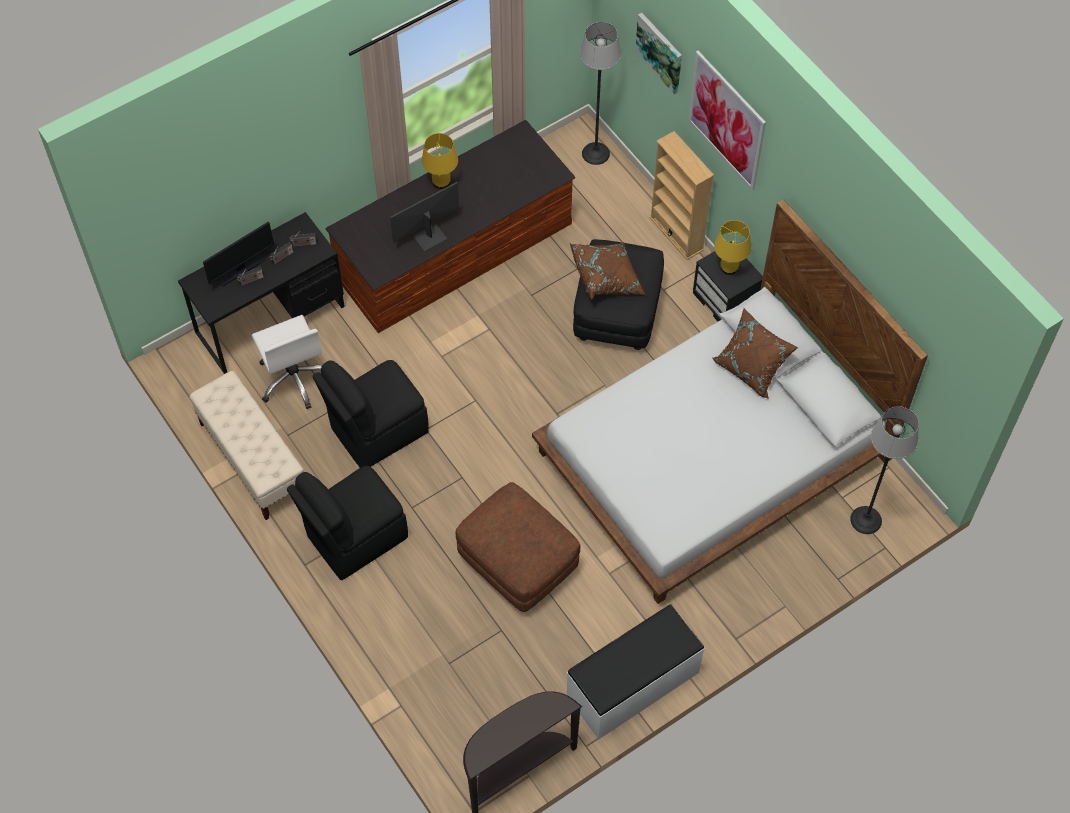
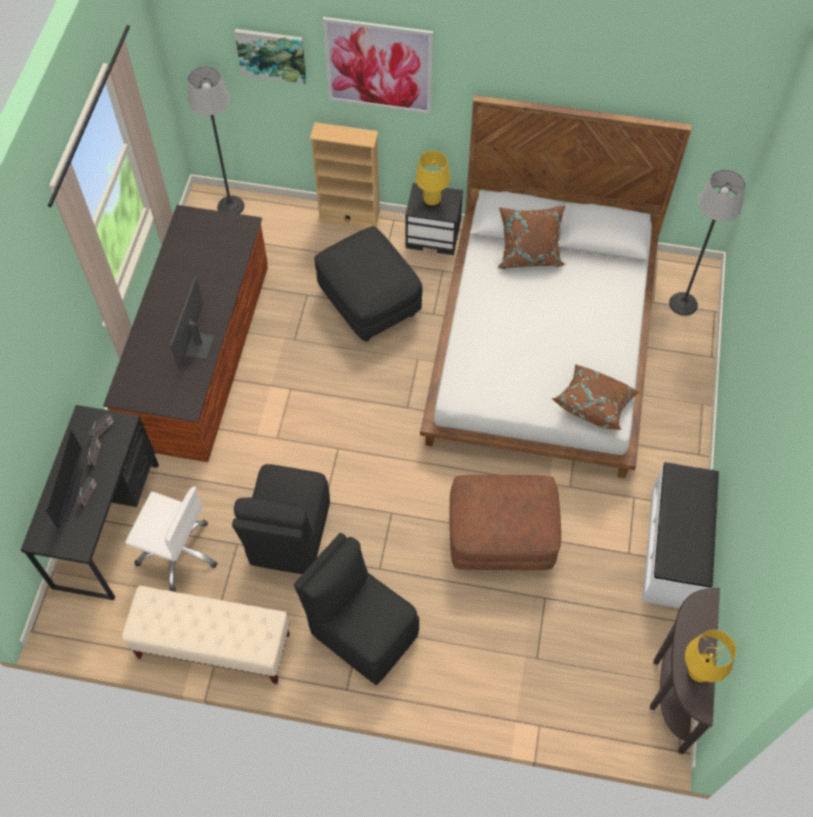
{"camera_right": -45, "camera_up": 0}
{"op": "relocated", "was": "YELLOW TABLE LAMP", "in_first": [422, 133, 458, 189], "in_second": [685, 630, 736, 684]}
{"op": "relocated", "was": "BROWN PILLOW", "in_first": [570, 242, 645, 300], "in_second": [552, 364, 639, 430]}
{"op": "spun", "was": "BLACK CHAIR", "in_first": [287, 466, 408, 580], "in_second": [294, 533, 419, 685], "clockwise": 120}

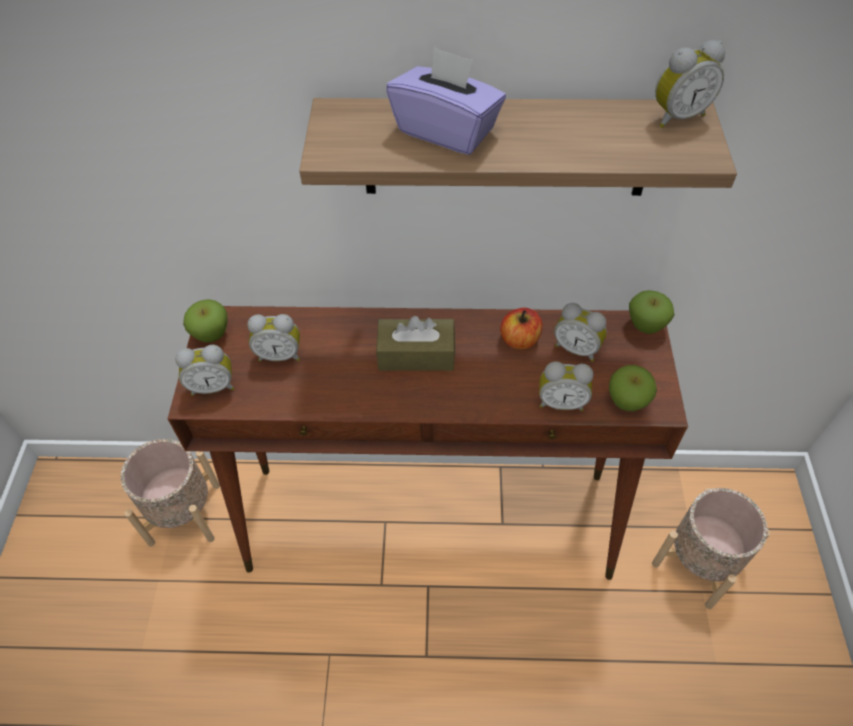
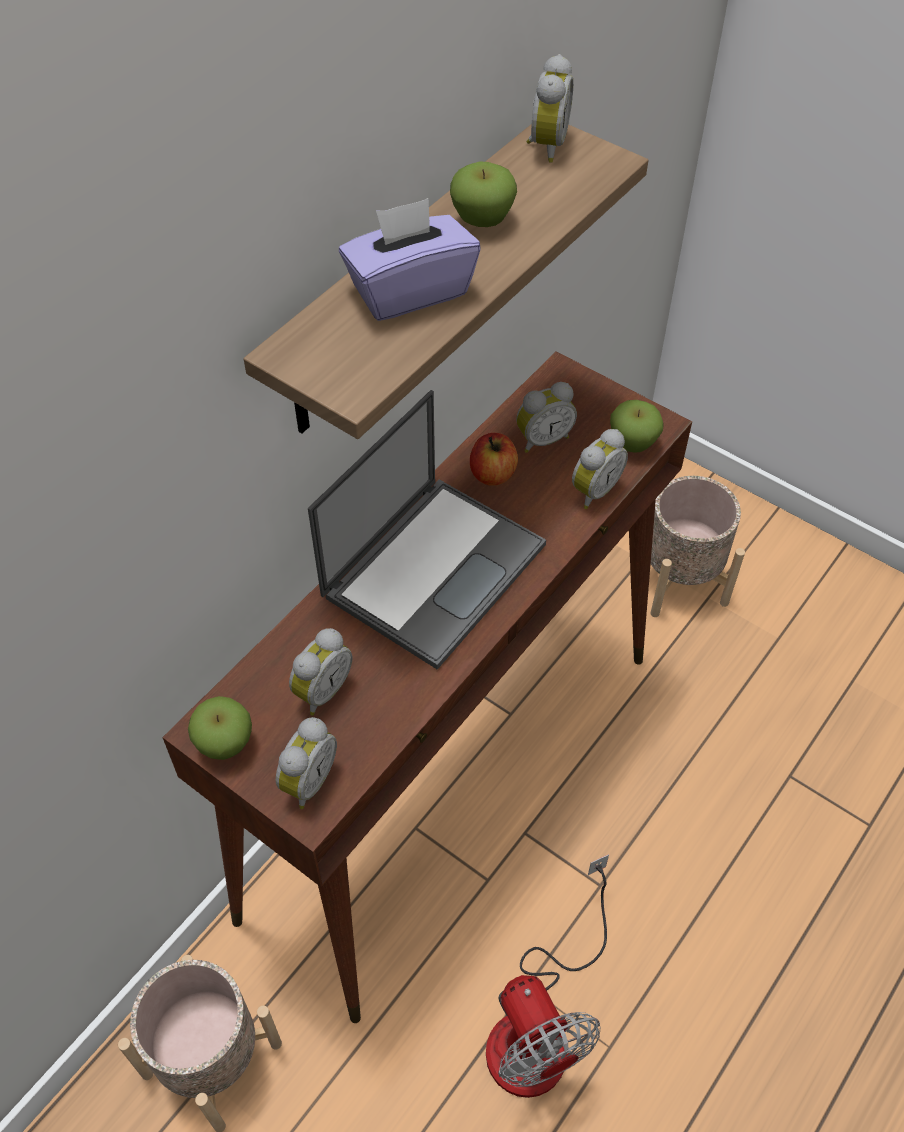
{"camera_right": -55, "camera_up": 0}
{"op": "appeared", "now": "FAN", "in_second": [486, 854, 609, 1098]}
{"op": "relocated", "was": "APPLE", "in_first": [629, 290, 675, 334], "in_second": [450, 161, 517, 227]}
{"op": "exchanged", "was": "BROWN TISSUE BOX", "now": "LAPTOP", "in_first": [376, 316, 455, 371], "in_second": [308, 390, 546, 670]}

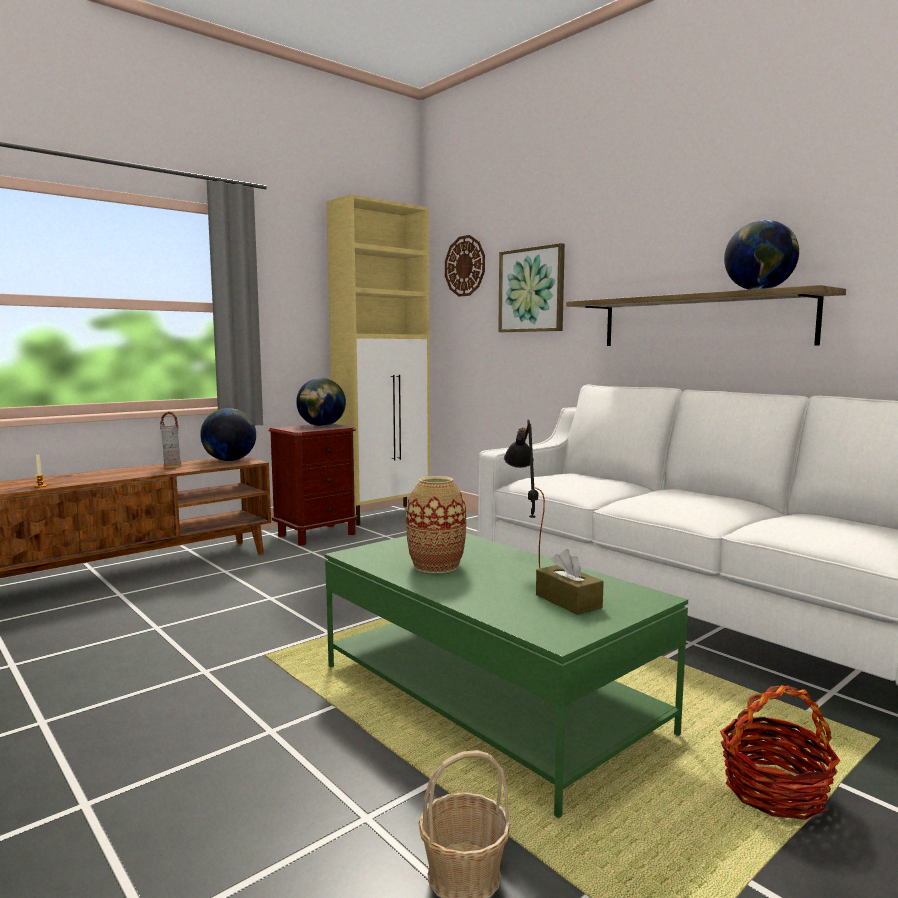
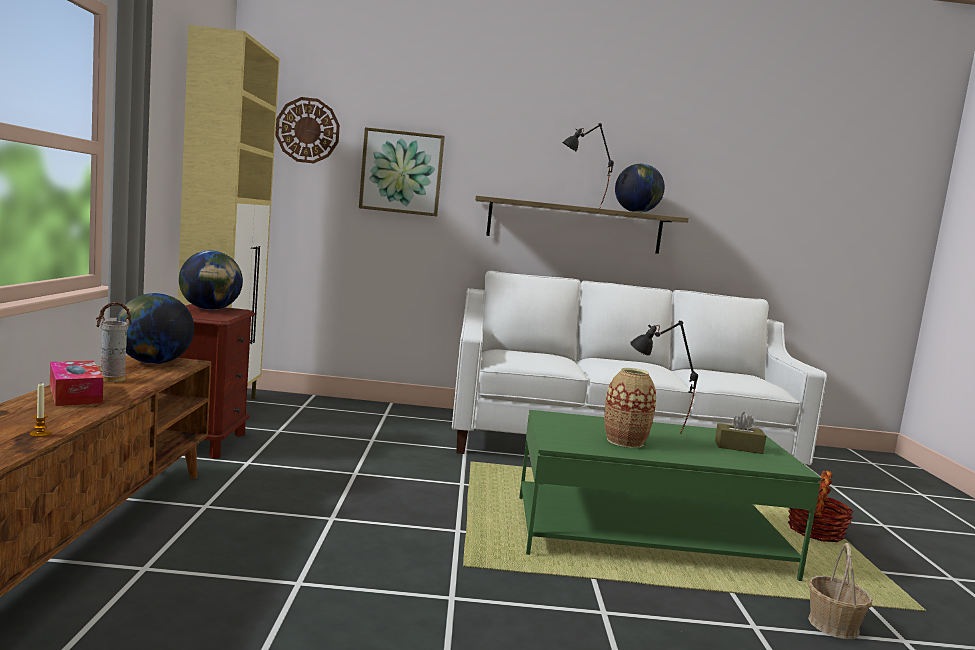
{"camera_right": -50, "camera_up": 0}
{"op": "appeared", "now": "TISSUE BOX", "in_second": [50, 361, 103, 406]}
{"op": "appeared", "now": "BLACK TABLE LAMP", "in_second": [563, 123, 614, 208]}

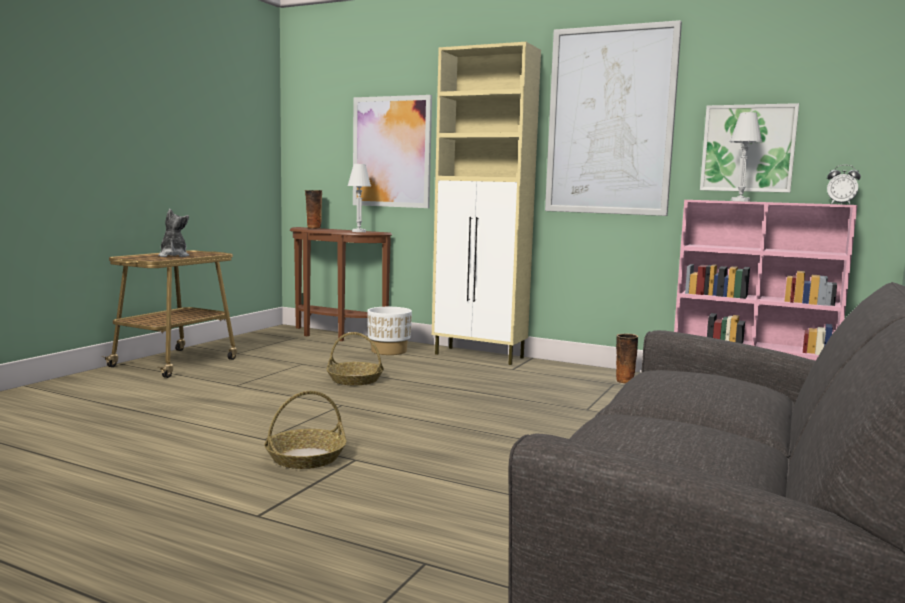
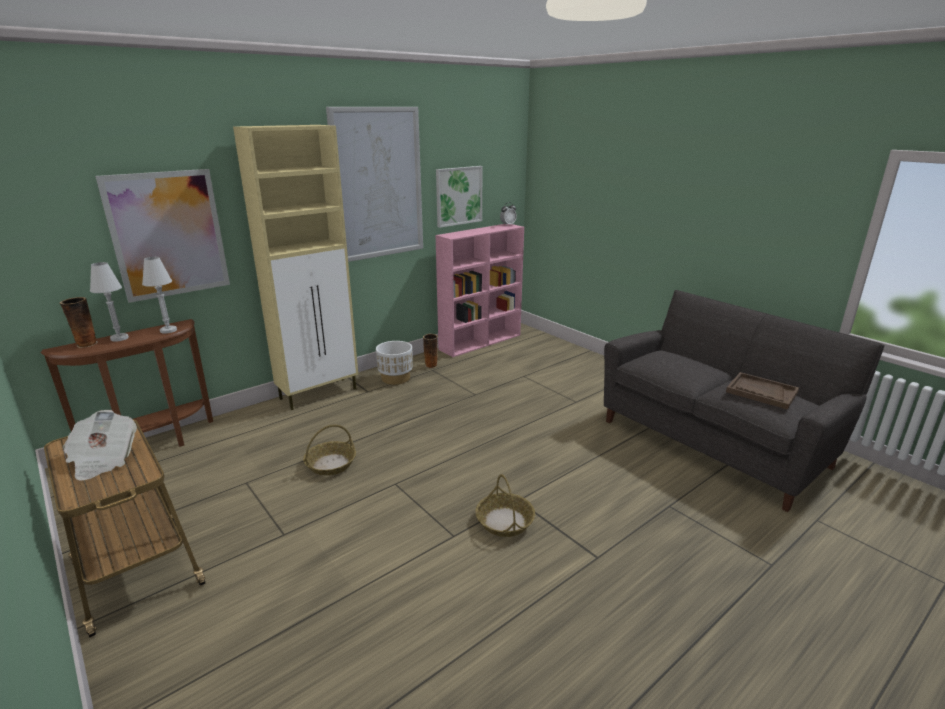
{"camera_right": -65, "camera_up": 15}
{"op": "appeared", "now": "BROWN TRAY", "in_second": [726, 372, 799, 410]}
{"op": "relocated", "was": "WHITE PLANTER", "in_first": [367, 307, 412, 355], "in_second": [376, 341, 413, 385]}
{"op": "relocated", "was": "WHITE TABLE LAMP", "in_first": [730, 112, 762, 201], "in_second": [90, 262, 129, 342]}
{"op": "exchanged", "was": "PLUSH TOY", "now": "NEWSPAPER", "in_first": [158, 209, 189, 257], "in_second": [63, 410, 137, 481]}

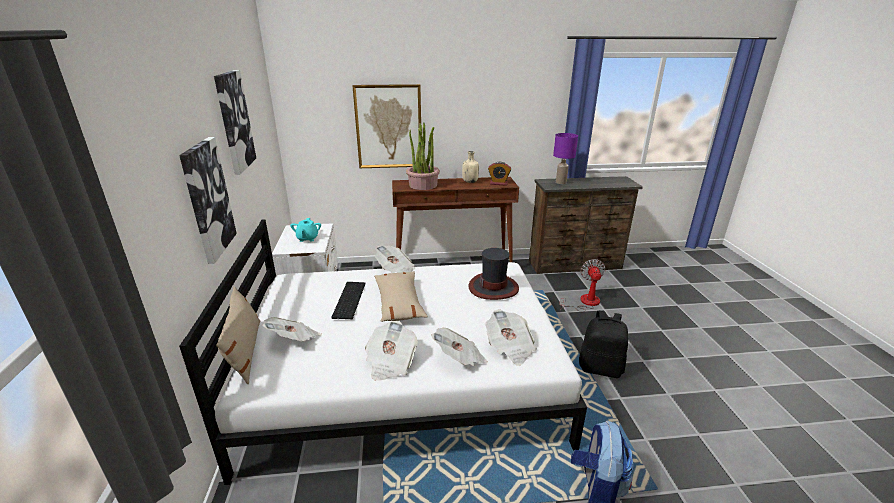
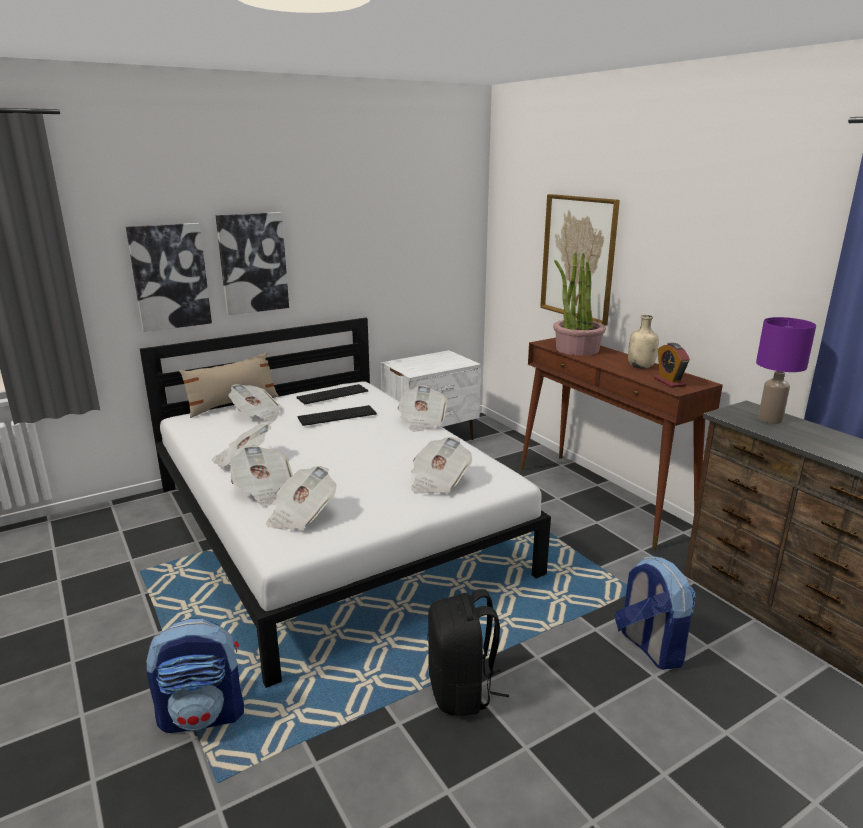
{"camera_right": 65, "camera_up": -5}
{"op": "missing", "was": "TURQUOISE TEAPOT", "in_first": [290, 218, 321, 242]}
{"op": "missing", "was": "BEIGE PILLOW", "in_first": [374, 271, 428, 322]}
{"op": "appeared", "now": "KEYBOARD", "in_second": [296, 384, 368, 404]}
{"op": "relocated", "was": "PICTURE", "in_first": [214, 70, 256, 175], "in_second": [126, 223, 212, 332]}
{"op": "exchanged", "was": "HAT", "now": "NEWSPAPER", "in_first": [469, 248, 519, 300], "in_second": [411, 437, 472, 494]}
{"op": "exchanged", "was": "FAN", "now": "BACKPACK", "in_first": [559, 259, 606, 312], "in_second": [615, 556, 696, 670]}

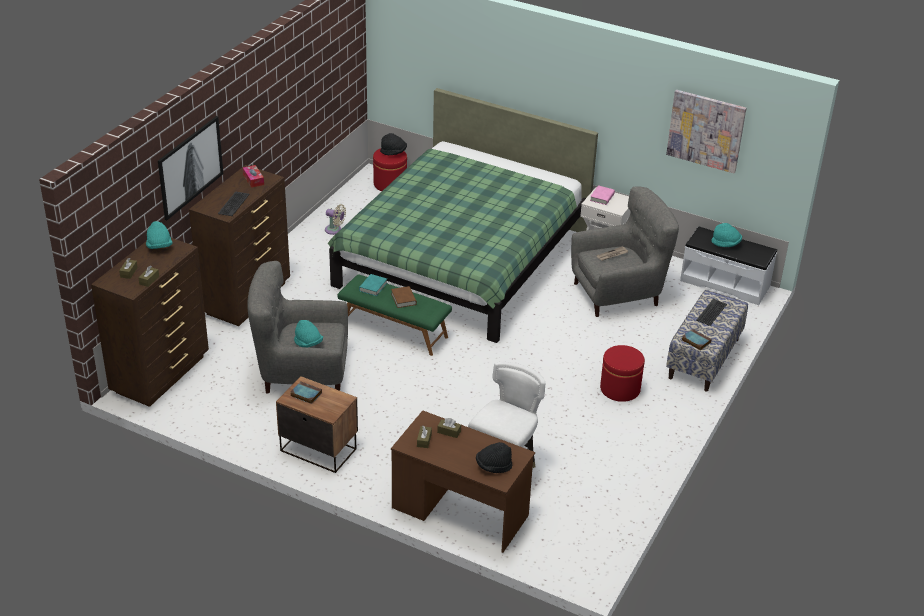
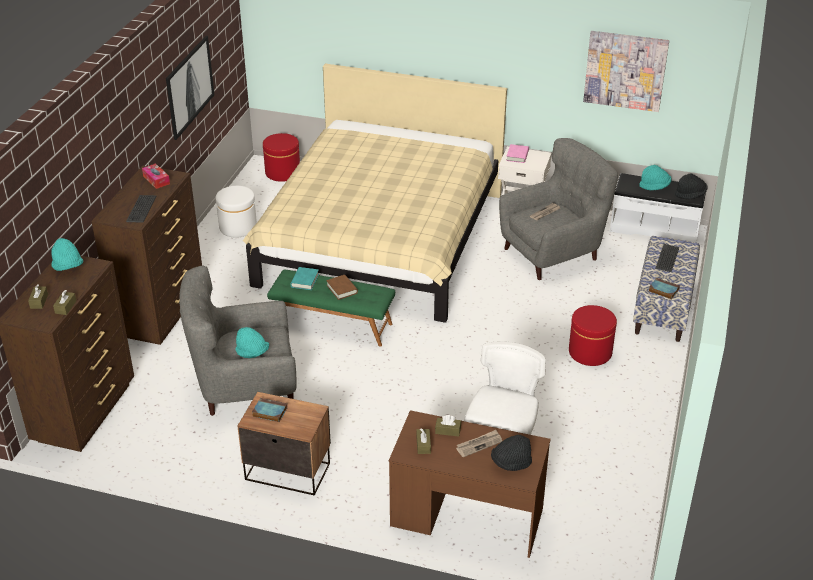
{"camera_right": -10, "camera_up": 0}
{"op": "appeared", "now": "NEWSPAPER", "in_second": [456, 430, 502, 457]}
{"op": "relocated", "was": "PICTURE", "in_first": [158, 116, 223, 220], "in_second": [166, 36, 214, 140]}
{"op": "relocated", "was": "BLACK HAT", "in_first": [380, 133, 407, 155], "in_second": [675, 174, 708, 199]}
{"op": "exchanged", "was": "BEIGE FAN", "now": "WHITE OTTOMAN", "in_first": [325, 204, 346, 235], "in_second": [216, 186, 257, 238]}
{"op": "colour", "was": "GREEN BED", "now": "BEIGE BED", "in_first": [328, 88, 598, 343], "in_second": [243, 64, 507, 323]}

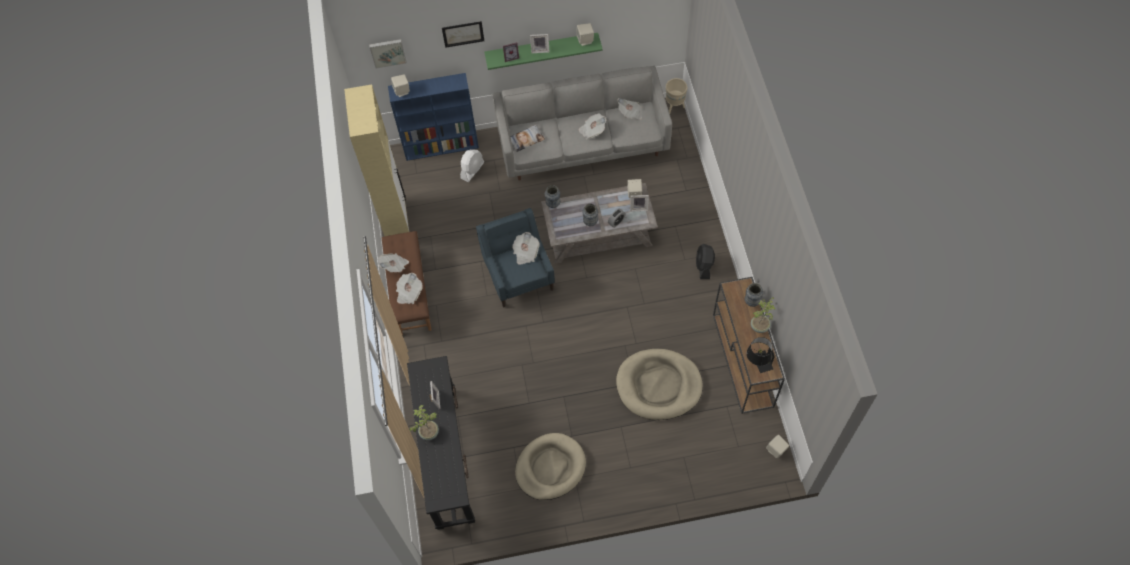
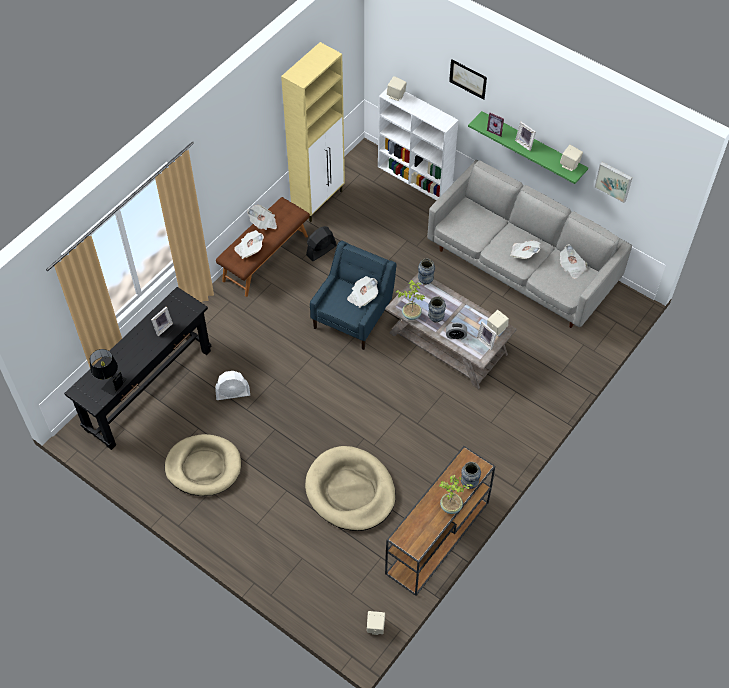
{"camera_right": 45, "camera_up": -5}
{"op": "missing", "was": "PILLOW", "in_first": [511, 125, 545, 152]}
{"op": "missing", "was": "BEIGE PLANTER", "in_first": [666, 78, 688, 114]}
{"op": "relocated", "was": "PICTURE", "in_first": [369, 39, 407, 68], "in_second": [594, 162, 632, 203]}
{"op": "relocated", "was": "POTTED PLANT", "in_first": [410, 405, 439, 440], "in_second": [396, 280, 425, 320]}
{"op": "relocated", "was": "WHITE FAN", "in_first": [460, 149, 484, 182], "in_second": [215, 371, 250, 400]}
{"op": "relocated", "was": "BLACK FAN", "in_first": [696, 244, 715, 279], "in_second": [306, 226, 337, 261]}
{"op": "relocated", "was": "BLACK TABLE LAMP", "in_first": [747, 337, 775, 373], "in_second": [90, 349, 127, 396]}
{"op": "colour", "was": "BLUE BOOKCASE", "now": "WHITE BOOKCASE", "in_first": [388, 73, 479, 161], "in_second": [378, 89, 459, 201]}

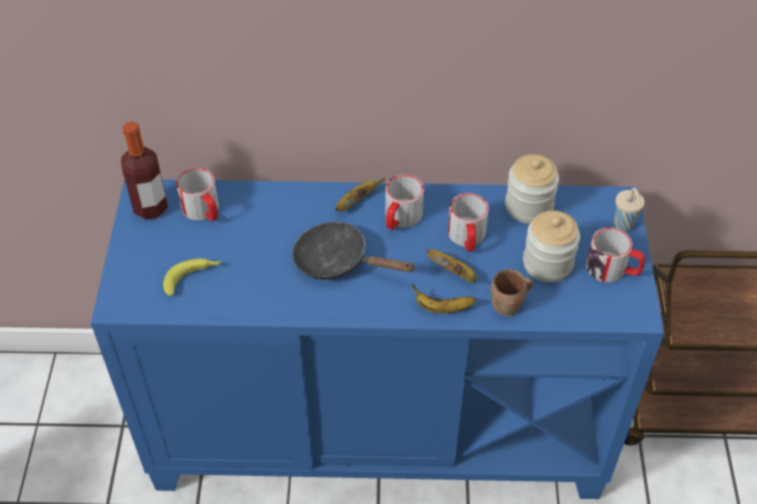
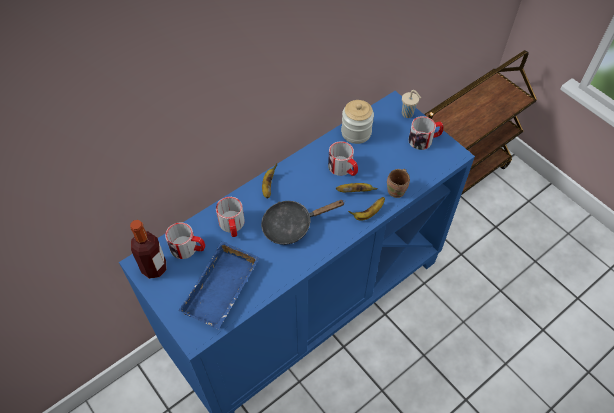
{"camera_right": -40, "camera_up": 5}
{"op": "missing", "was": "JAR", "in_first": [523, 210, 580, 282]}
{"op": "relocated", "was": "MUG", "in_first": [385, 174, 424, 230], "in_second": [216, 197, 244, 237]}
{"op": "exchanged", "was": "BANANA", "now": "BLUE TRAY", "in_first": [163, 259, 222, 296], "in_second": [178, 241, 260, 330]}

